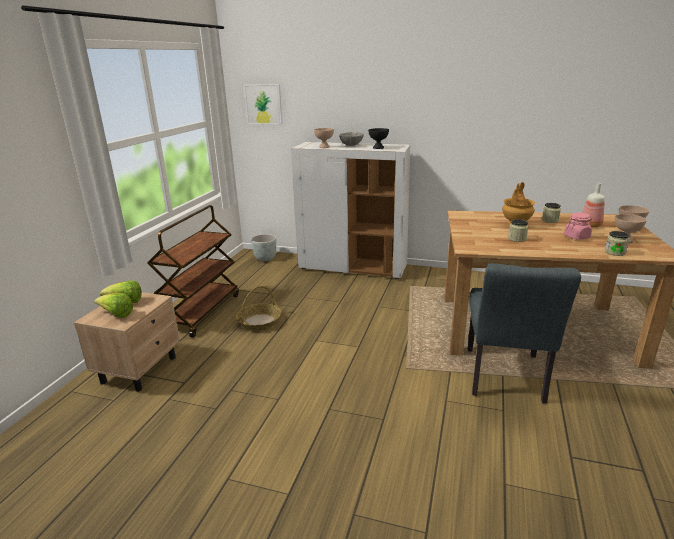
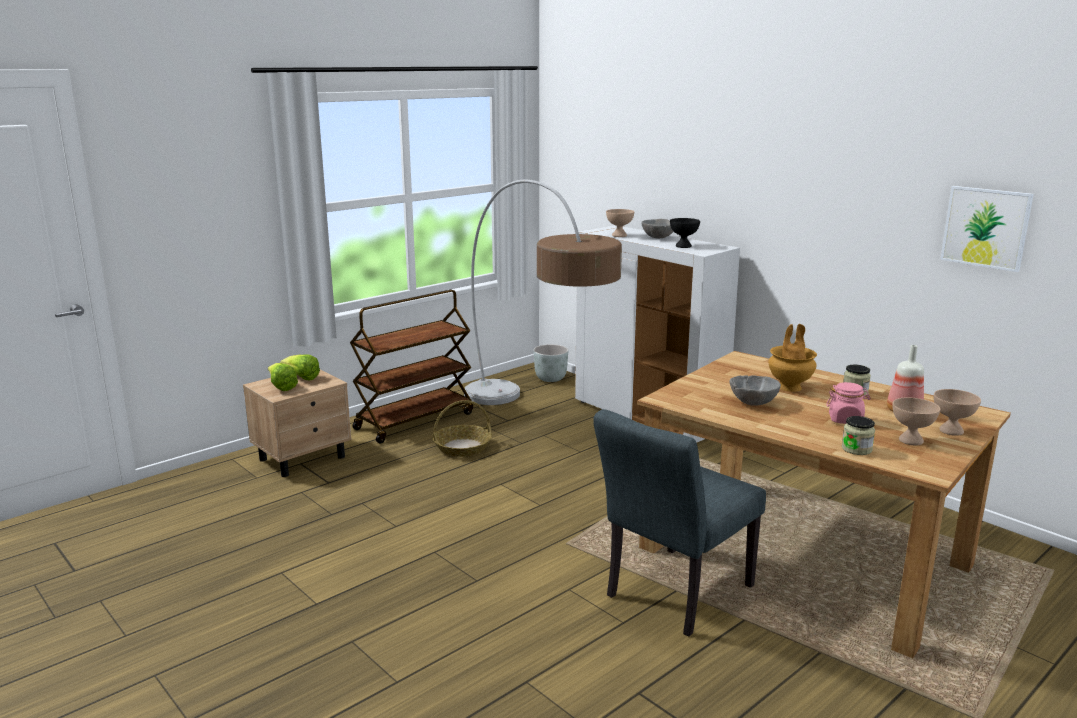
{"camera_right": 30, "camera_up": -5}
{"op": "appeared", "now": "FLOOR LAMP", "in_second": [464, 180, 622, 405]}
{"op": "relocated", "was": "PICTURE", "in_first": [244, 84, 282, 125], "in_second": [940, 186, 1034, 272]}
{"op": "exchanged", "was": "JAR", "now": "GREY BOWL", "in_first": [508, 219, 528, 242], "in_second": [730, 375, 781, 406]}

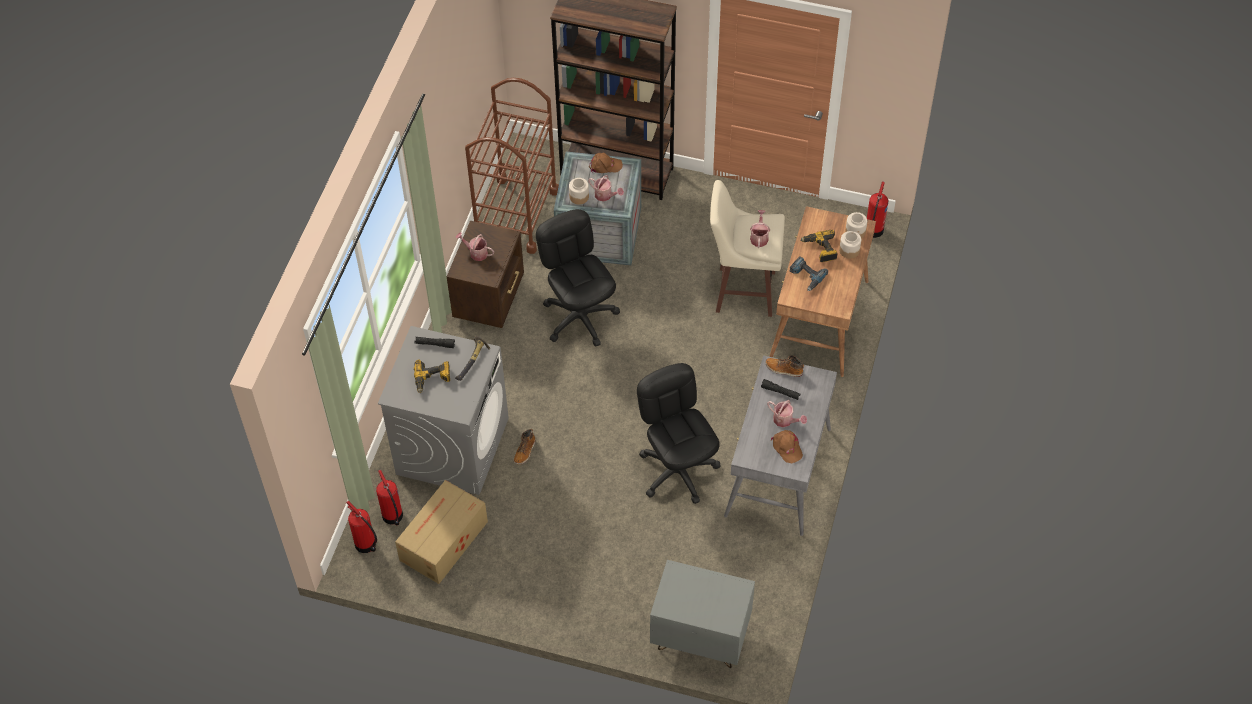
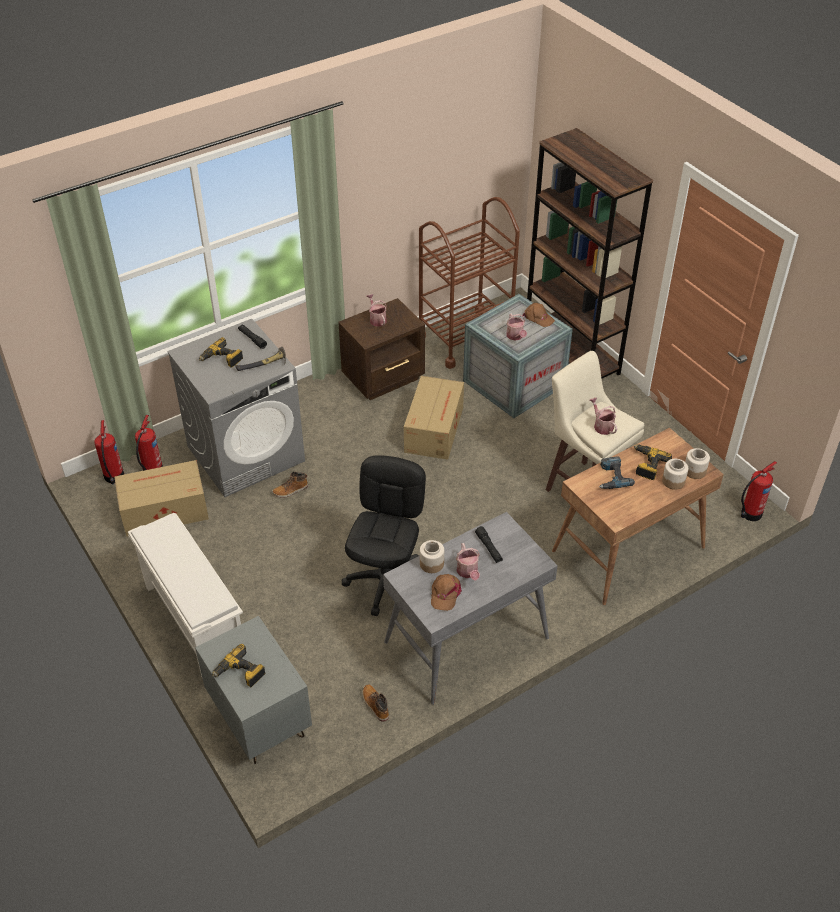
{"camera_right": 40, "camera_up": -10}
{"op": "appeared", "now": "WHITE SHOE RACK", "in_second": [128, 513, 243, 677]}
{"op": "appeared", "now": "POWER DRILL", "in_second": [212, 644, 266, 687]}
{"op": "relocated", "was": "JAR", "in_first": [569, 178, 589, 204], "in_second": [420, 540, 444, 573]}
{"op": "relocated", "was": "BOOT", "in_first": [765, 356, 804, 377], "in_second": [363, 684, 389, 722]}
{"op": "exchanged", "was": "BLACK OFFICE CHAIR", "now": "CARDBOARD BOX", "in_first": [536, 209, 620, 346], "in_second": [404, 376, 464, 460]}
{"op": "spun", "was": "WATERING CAN", "in_first": [750, 210, 770, 248], "in_second": [589, 397, 617, 435], "clockwise": -75}

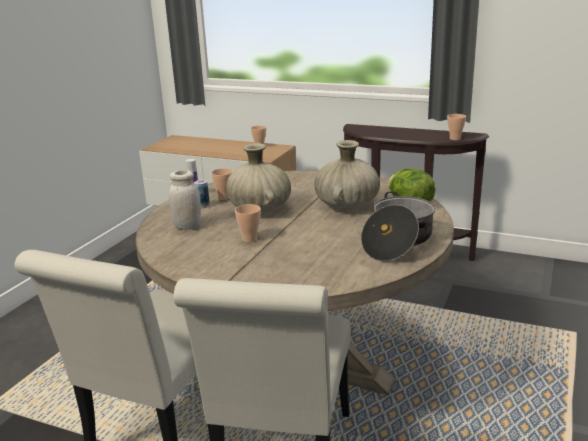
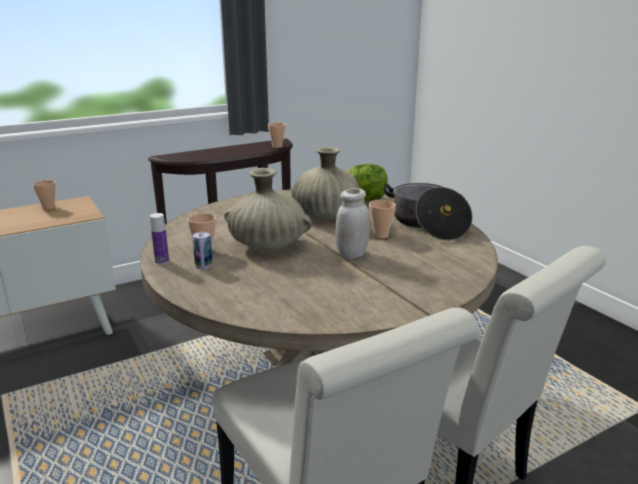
{"camera_right": -55, "camera_up": 0}
{"op": "relocated", "was": "WHITE JAR", "in_first": [169, 170, 201, 230], "in_second": [335, 188, 370, 259]}
{"op": "relocated", "was": "CUP", "in_first": [235, 204, 261, 242], "in_second": [369, 200, 396, 238]}

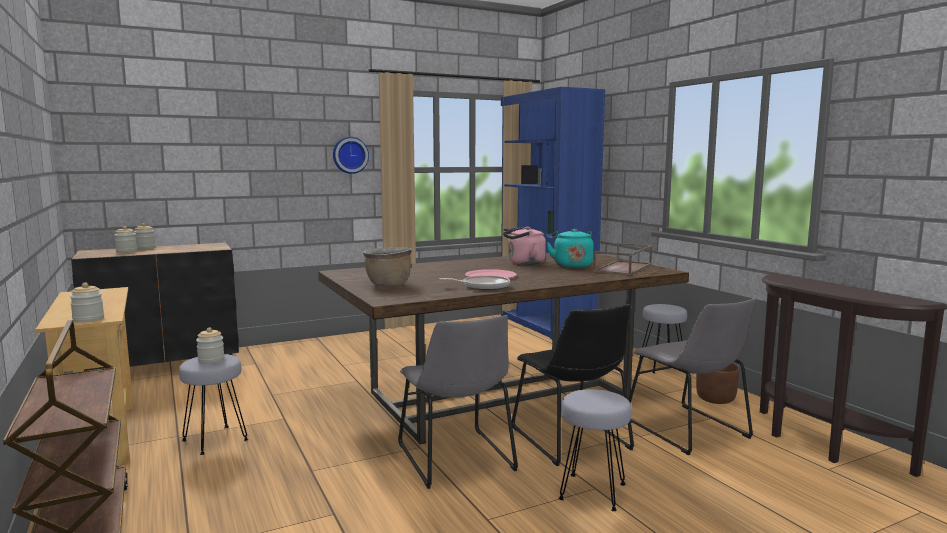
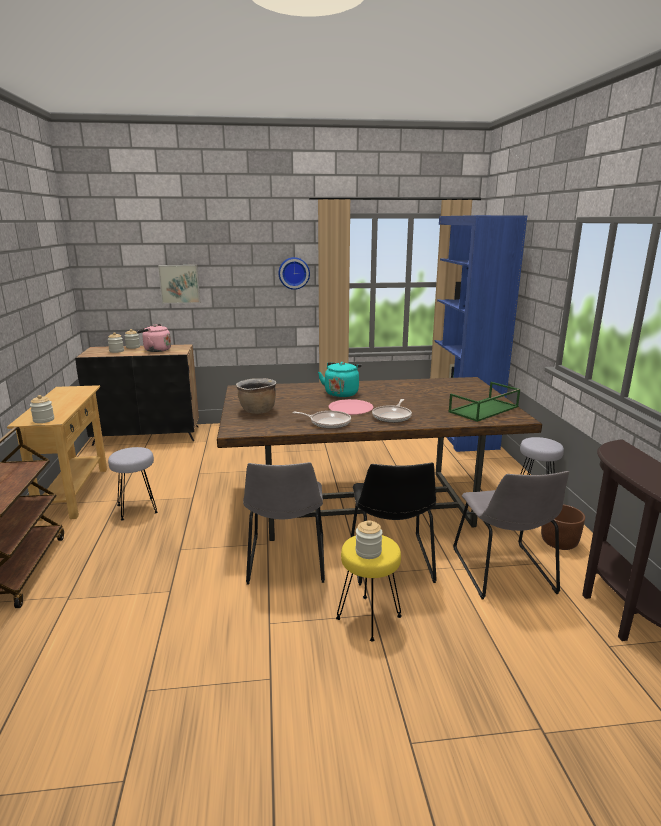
{"camera_right": 20, "camera_up": 10}
{"op": "appeared", "now": "PICTURE", "in_second": [158, 265, 200, 304]}
{"op": "appeared", "now": "FRYING PAN", "in_second": [372, 399, 412, 423]}
{"op": "relocated", "was": "JAR", "in_first": [196, 327, 225, 364], "in_second": [355, 520, 382, 559]}
{"op": "relocated", "was": "PINK KETTLE", "in_first": [503, 227, 546, 265], "in_second": [137, 324, 171, 352]}
{"op": "relocated", "was": "TURQUOISE KETTLE", "in_first": [546, 229, 594, 268], "in_second": [318, 362, 362, 397]}
{"op": "colour", "was": "GREY STOOL", "now": "YELLOW STOOL", "in_first": [558, 389, 632, 511], "in_second": [336, 535, 402, 641]}
{"op": "colour", "was": "BROWN TRAY", "now": "GREEN TRAY", "in_first": [593, 243, 652, 275], "in_second": [448, 382, 520, 422]}

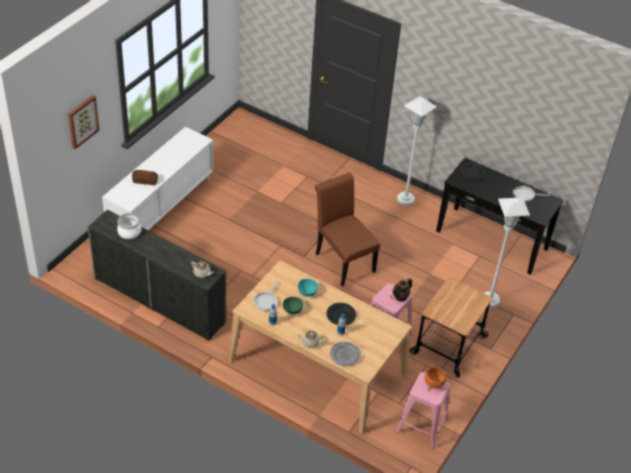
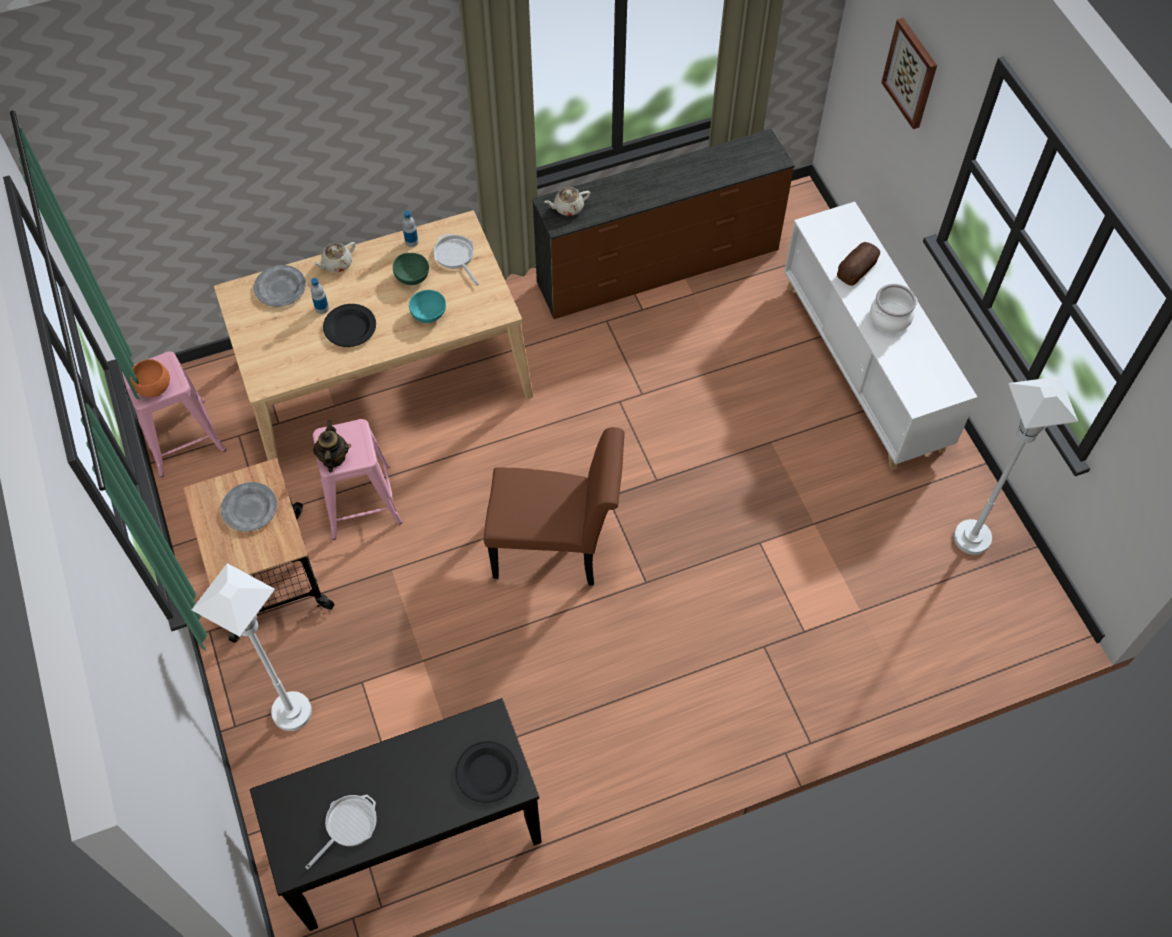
{"camera_right": 130, "camera_up": 15}
{"op": "appeared", "now": "GREY PLATE", "in_second": [221, 482, 277, 532]}
{"op": "relocated", "was": "COOKING POT", "in_first": [117, 213, 141, 239], "in_second": [870, 284, 918, 333]}
{"op": "relocated", "was": "WHITE FLOOR LAMP", "in_first": [397, 96, 437, 206], "in_second": [954, 376, 1078, 555]}

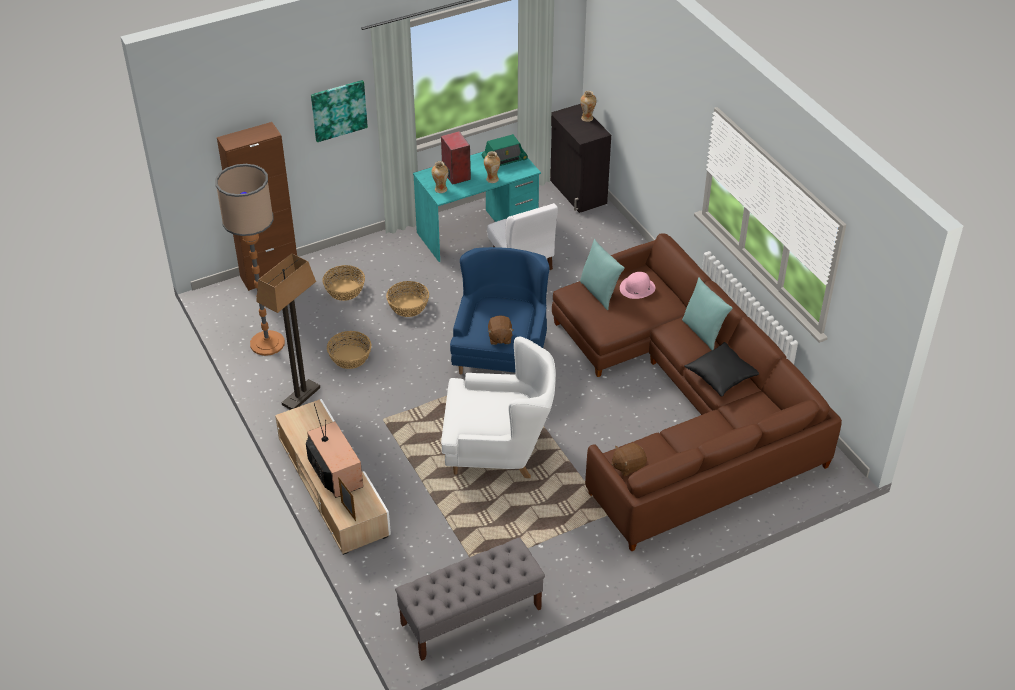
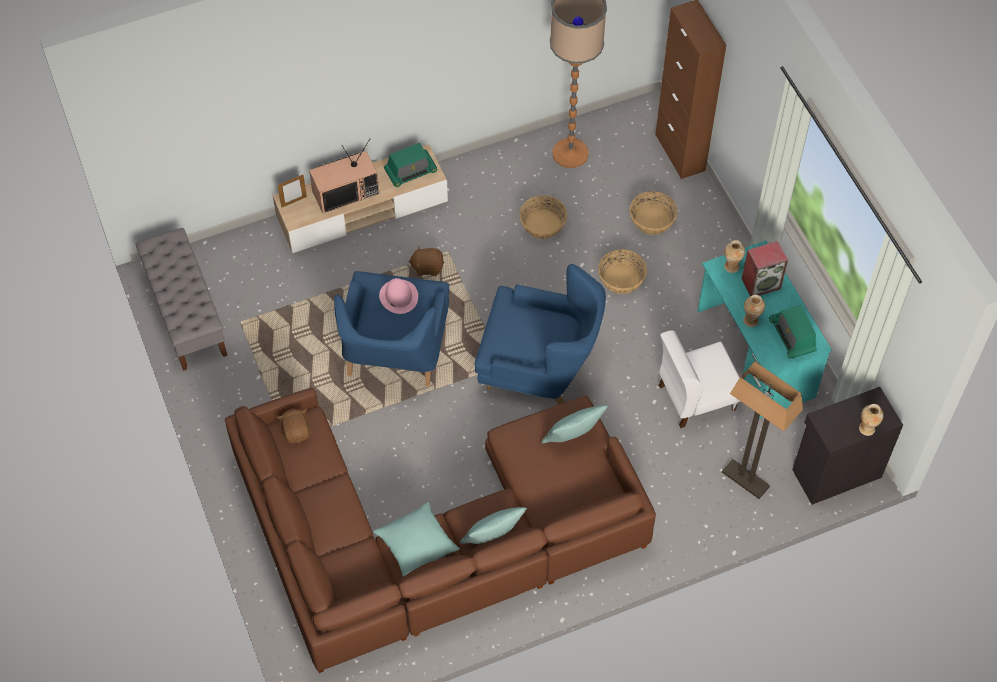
{"camera_right": 95, "camera_up": 15}
{"op": "missing", "was": "PICTURE", "in_first": [311, 80, 368, 142]}
{"op": "appeared", "now": "RADIO", "in_second": [384, 143, 437, 187]}
{"op": "relocated", "was": "FLOOR LAMP", "in_first": [256, 253, 320, 410], "in_second": [722, 362, 803, 499]}
{"op": "relocated", "was": "BROWN PLUSH TOY", "in_first": [488, 315, 514, 345], "in_second": [408, 245, 444, 276]}
{"op": "relocated", "was": "PINK HAT", "in_first": [620, 272, 655, 299], "in_second": [379, 278, 418, 314]}
{"op": "colour", "was": "WHITE ARMCHAIR", "now": "BLUE ARMCHAIR", "in_first": [441, 336, 556, 478], "in_second": [334, 271, 449, 386]}
{"op": "colour", "was": "BLACK PILLOW", "now": "TURQUOISE PILLOW", "in_first": [684, 342, 759, 397], "in_second": [373, 502, 460, 577]}

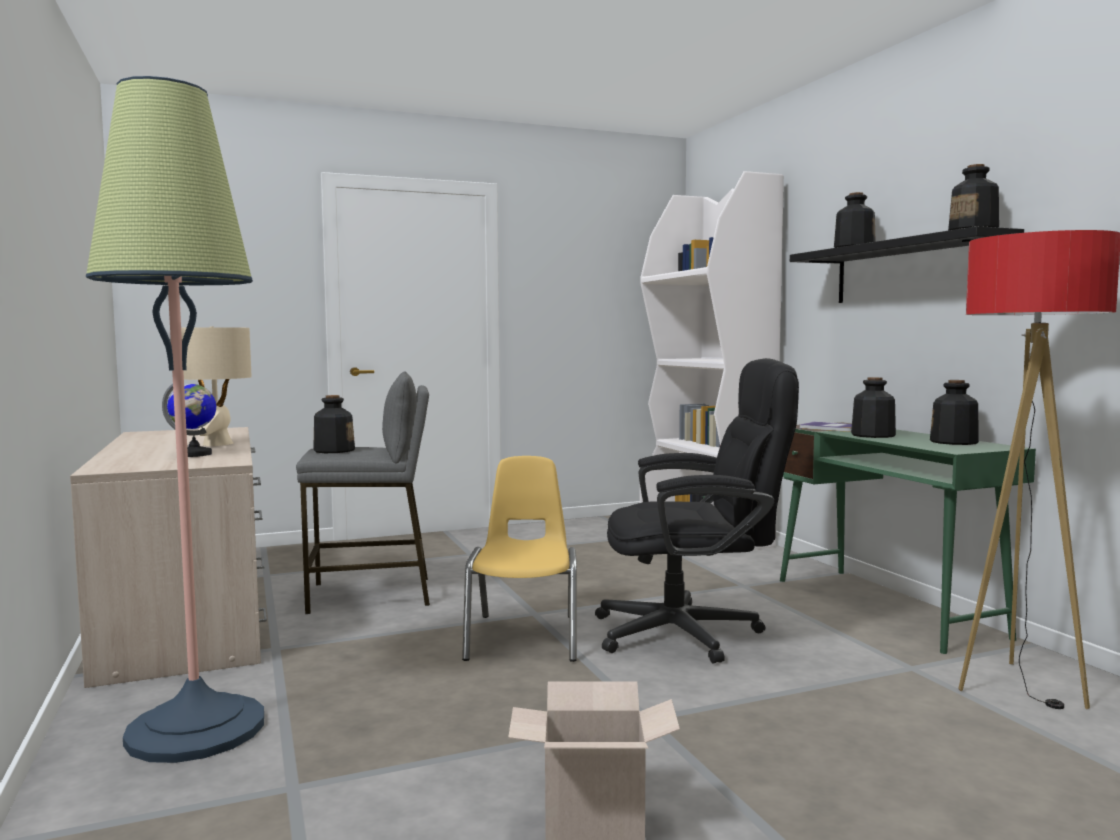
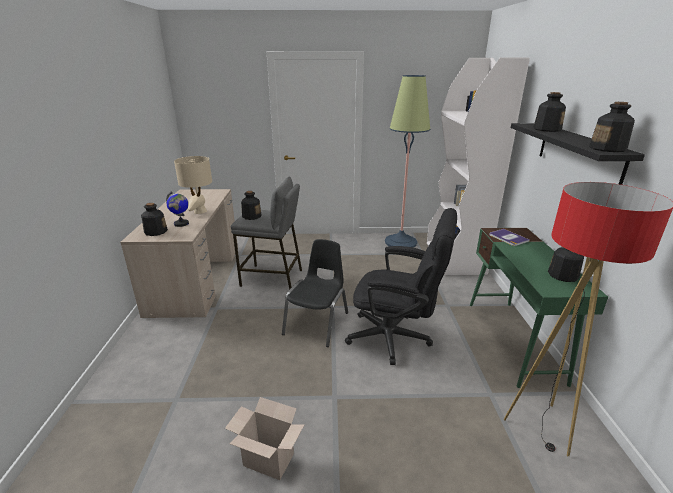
{"camera_right": 20, "camera_up": 20}
{"op": "relocated", "was": "FLOOR LAMP", "in_first": [86, 76, 264, 763], "in_second": [385, 75, 430, 247]}
{"op": "relocated", "was": "BOTTLE", "in_first": [851, 377, 896, 438], "in_second": [141, 203, 168, 236]}
{"op": "colour", "was": "YELLOW CHAIR", "now": "BLACK CHAIR", "in_first": [462, 456, 577, 662], "in_second": [282, 239, 348, 347]}

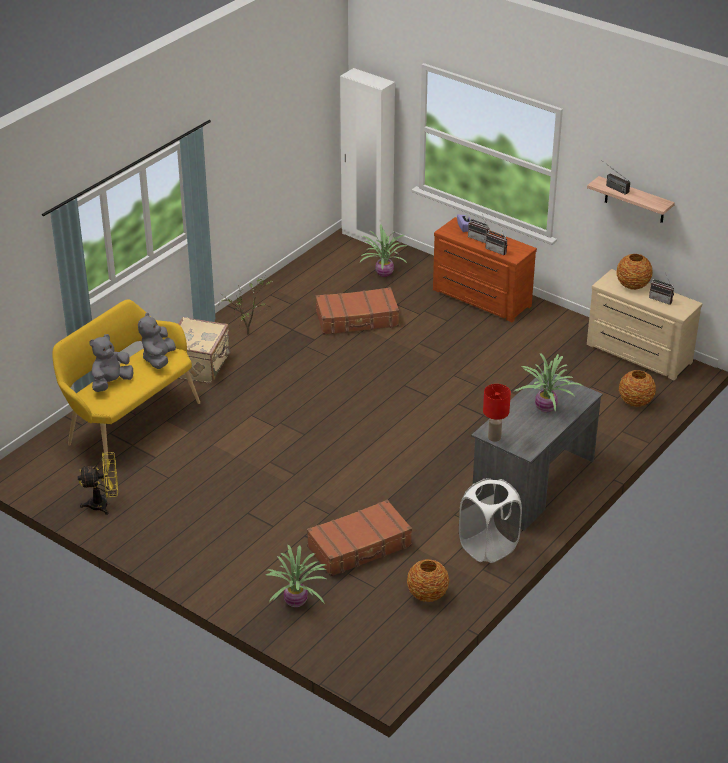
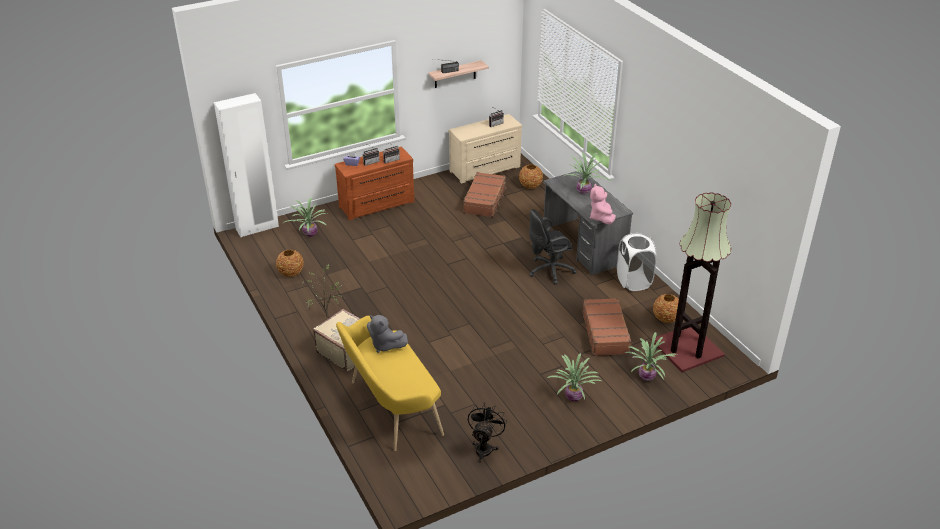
{"camera_right": -65, "camera_up": 0}
{"op": "missing", "was": "GREY PLUSH TOY", "in_first": [89, 334, 134, 392]}
{"op": "appeared", "now": "BLACK OFFICE CHAIR", "in_second": [529, 209, 577, 284]}
{"op": "appeared", "now": "POTTED PLANT", "in_second": [547, 353, 601, 401]}
{"op": "appeared", "now": "FLOOR LAMP", "in_second": [651, 192, 731, 372]}
{"op": "relocated", "was": "BROWN SUITCASE", "in_first": [316, 287, 399, 335], "in_second": [463, 172, 507, 217]}
{"op": "relocated", "was": "VASE", "in_first": [616, 254, 653, 290], "in_second": [276, 250, 304, 277]}
{"op": "exchanged", "was": "RED TABLE LAMP", "now": "PINK PLUSH TOY", "in_first": [483, 384, 511, 442], "in_second": [590, 183, 616, 224]}
{"op": "colour", "was": "YELLOW FAN", "now": "BLACK FAN", "in_first": [78, 452, 118, 515], "in_second": [468, 404, 507, 463]}

